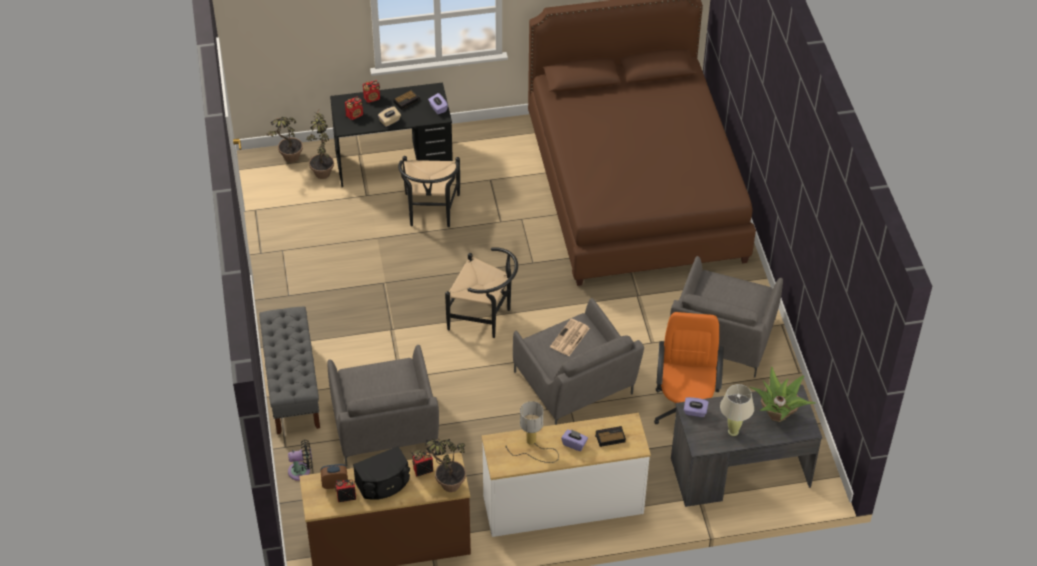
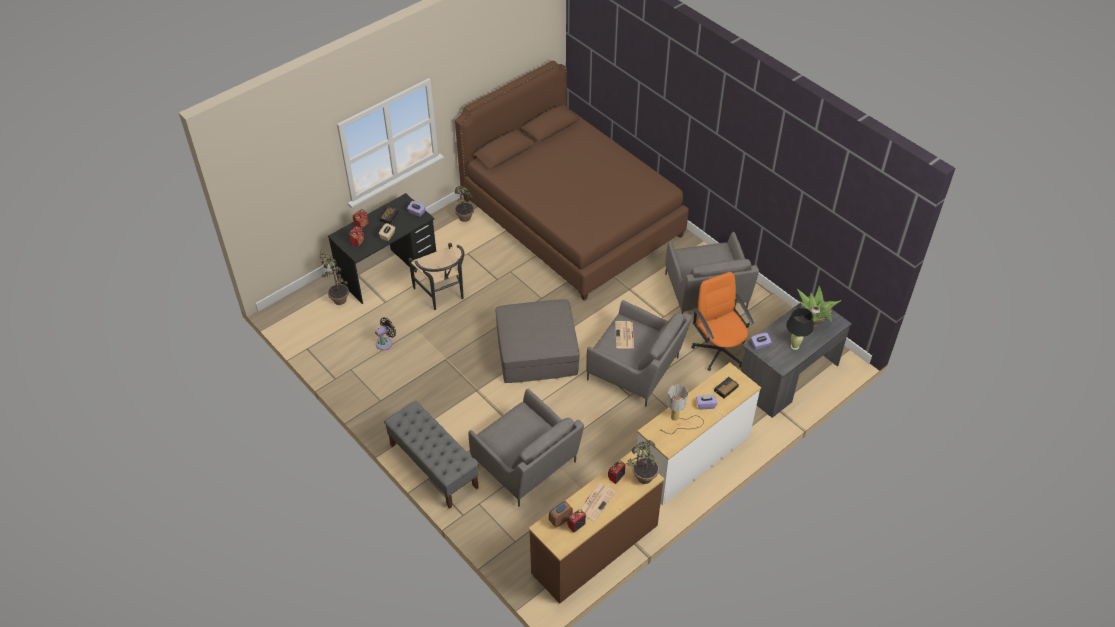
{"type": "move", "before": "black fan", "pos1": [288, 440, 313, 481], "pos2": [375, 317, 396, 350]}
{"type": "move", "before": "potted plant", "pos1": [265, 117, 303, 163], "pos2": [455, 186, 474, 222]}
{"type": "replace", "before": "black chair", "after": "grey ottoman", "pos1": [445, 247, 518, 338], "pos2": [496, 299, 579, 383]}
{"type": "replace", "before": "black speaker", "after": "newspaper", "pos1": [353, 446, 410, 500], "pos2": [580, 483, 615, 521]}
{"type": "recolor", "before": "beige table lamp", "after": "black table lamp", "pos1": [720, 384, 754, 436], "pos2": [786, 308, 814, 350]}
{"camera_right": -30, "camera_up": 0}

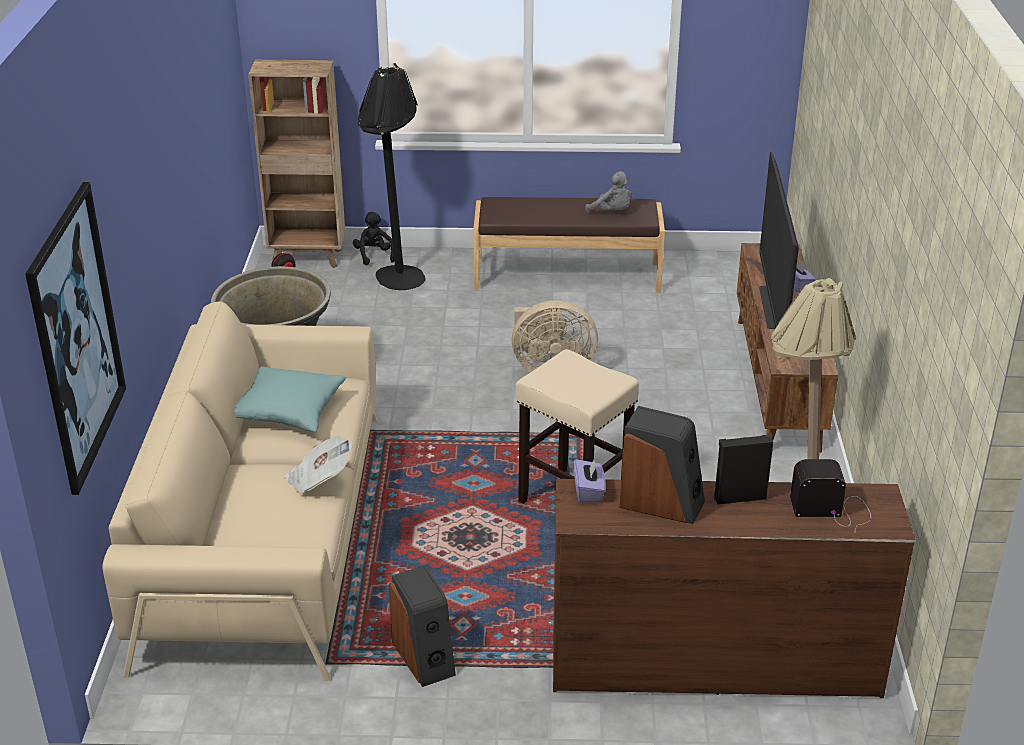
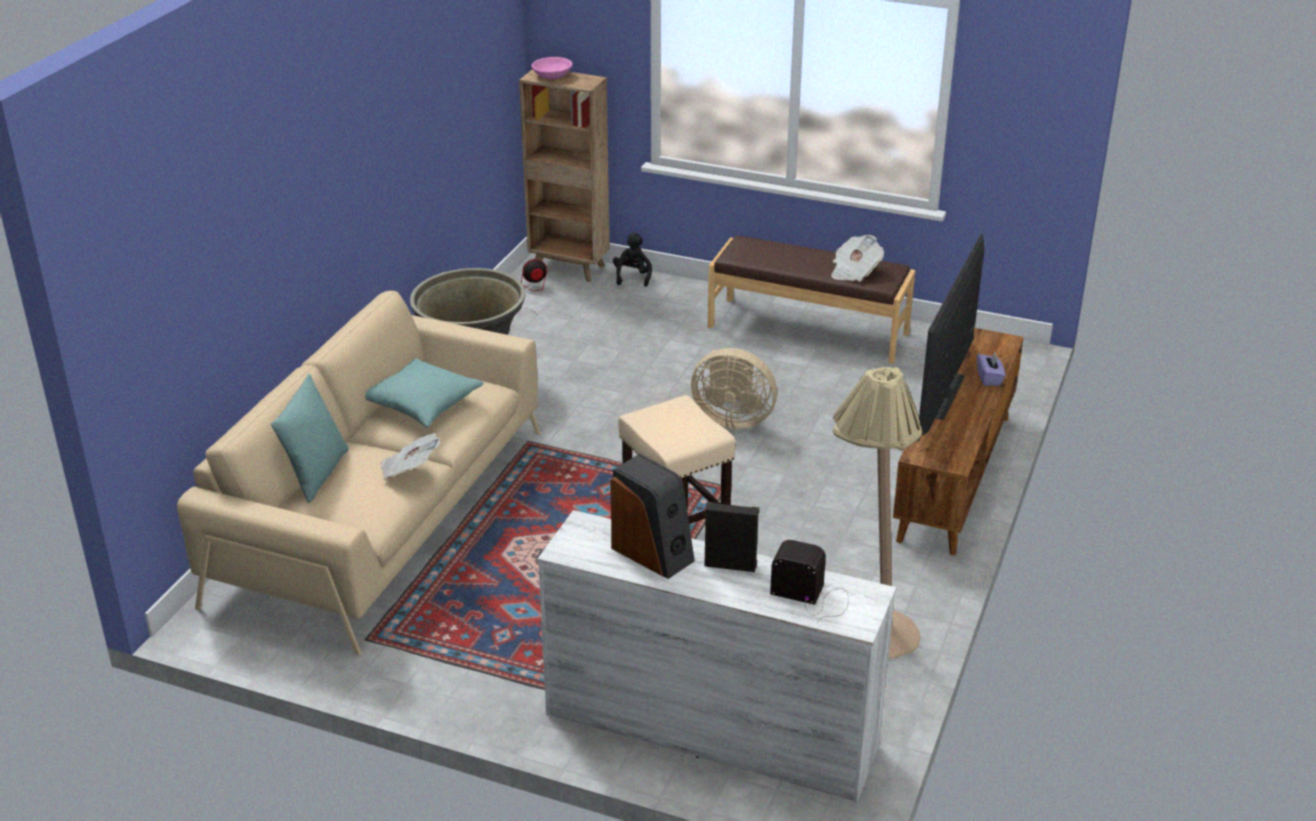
{"type": "insert", "after": "turquoise pillow", "pos2": [271, 374, 349, 503]}
{"type": "insert", "after": "pink bowl", "pos2": [531, 57, 573, 80]}
{"type": "recolor", "before": "brown dresser", "after": "white dresser", "pos1": [553, 479, 916, 698], "pos2": [538, 510, 897, 803]}
{"type": "replace", "before": "grey plush toy", "after": "newspaper", "pos1": [585, 171, 632, 213], "pos2": [831, 235, 884, 282]}
{"type": "delete", "before": "picture", "pos1": [25, 182, 126, 495]}
{"type": "delete", "before": "black floor lamp", "pos1": [358, 63, 426, 290]}
{"type": "delete", "before": "speaker", "pos1": [389, 565, 456, 687]}
{"type": "delete", "before": "purple tissue box", "pos1": [574, 458, 606, 503]}
{"camera_right": 20, "camera_up": 0}

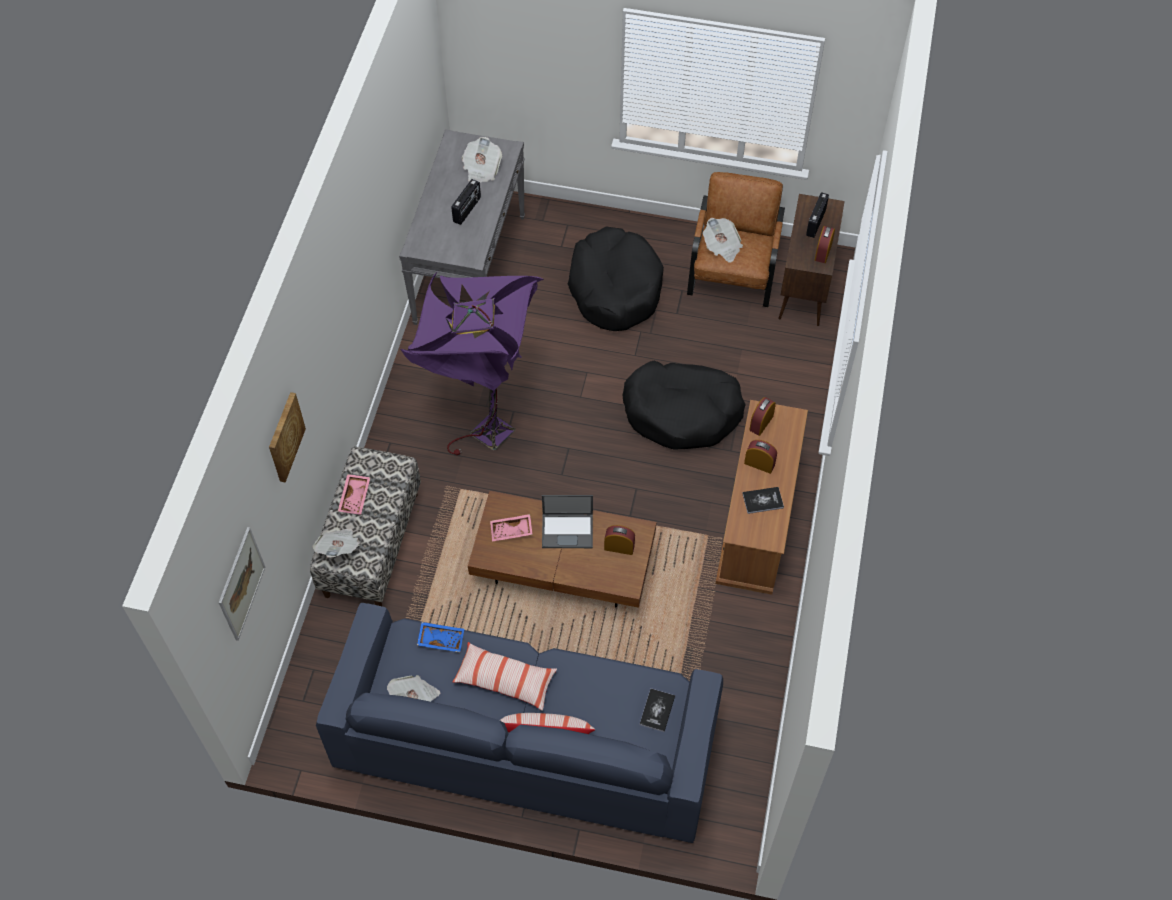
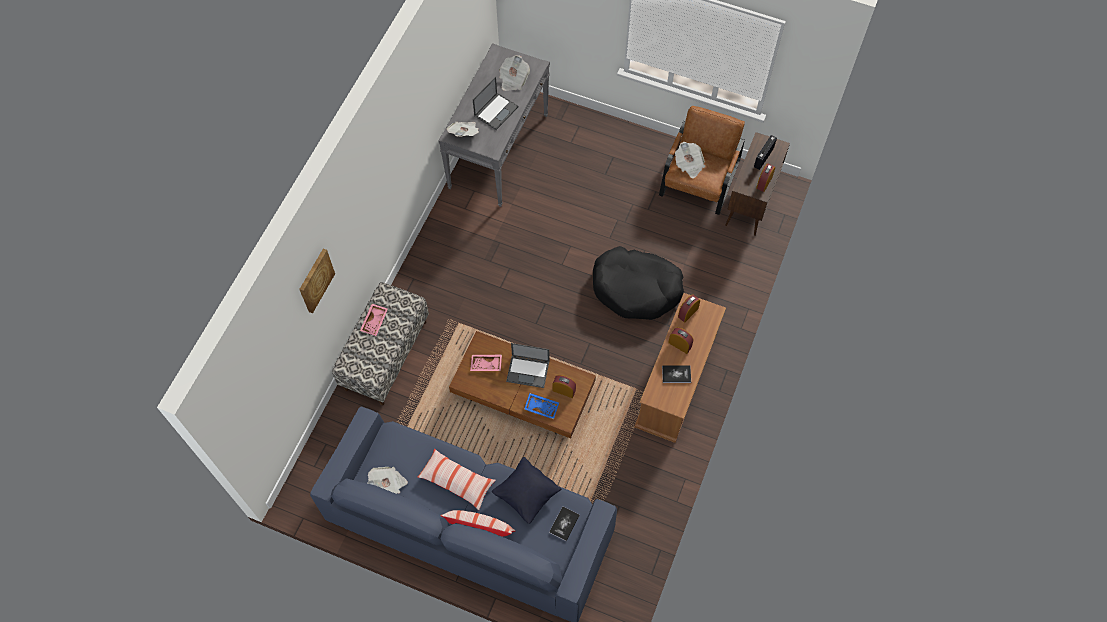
{"type": "move", "before": "newspaper", "pos1": [313, 528, 359, 558], "pos2": [447, 122, 479, 136]}
{"type": "replace", "before": "radio", "after": "laptop", "pos1": [452, 179, 481, 225], "pos2": [473, 77, 519, 130]}
{"type": "insert", "after": "black pillow", "pos2": [492, 457, 561, 524]}
{"type": "move", "before": "blue tray", "pos1": [417, 622, 464, 652], "pos2": [524, 393, 559, 419]}
{"type": "delete", "before": "picture", "pos1": [218, 527, 265, 641]}
{"type": "delete", "before": "purple floor lamp", "pos1": [400, 271, 544, 455]}
{"type": "delete", "before": "black dog bed", "pos1": [568, 226, 664, 331]}
{"camera_right": 10, "camera_up": 5}

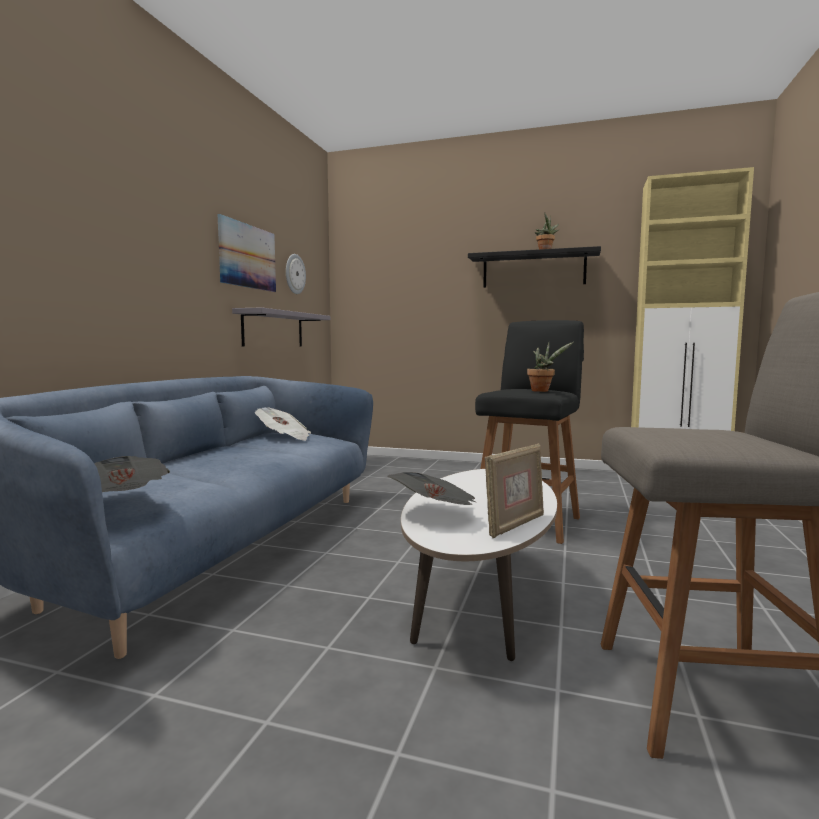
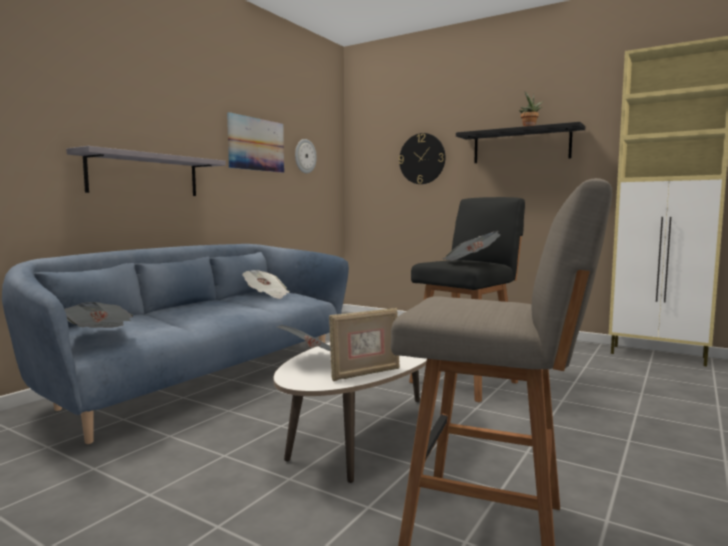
{"type": "move", "before": "grey shelf", "pos1": [232, 307, 330, 347], "pos2": [66, 146, 226, 196]}
{"type": "insert", "after": "wall clock", "pos2": [399, 133, 445, 184]}
{"type": "replace", "before": "potted plant", "after": "newspaper", "pos1": [527, 342, 574, 392], "pos2": [443, 231, 500, 261]}
{"camera_right": 15, "camera_up": 0}

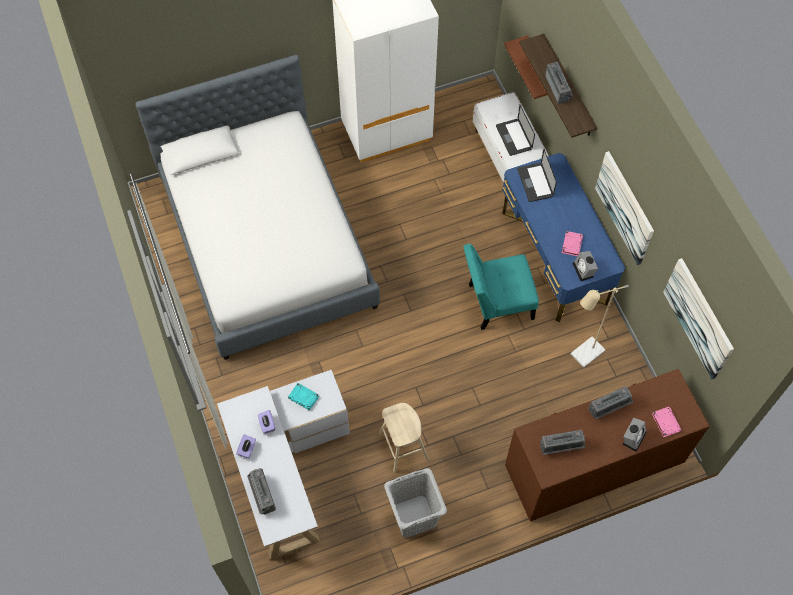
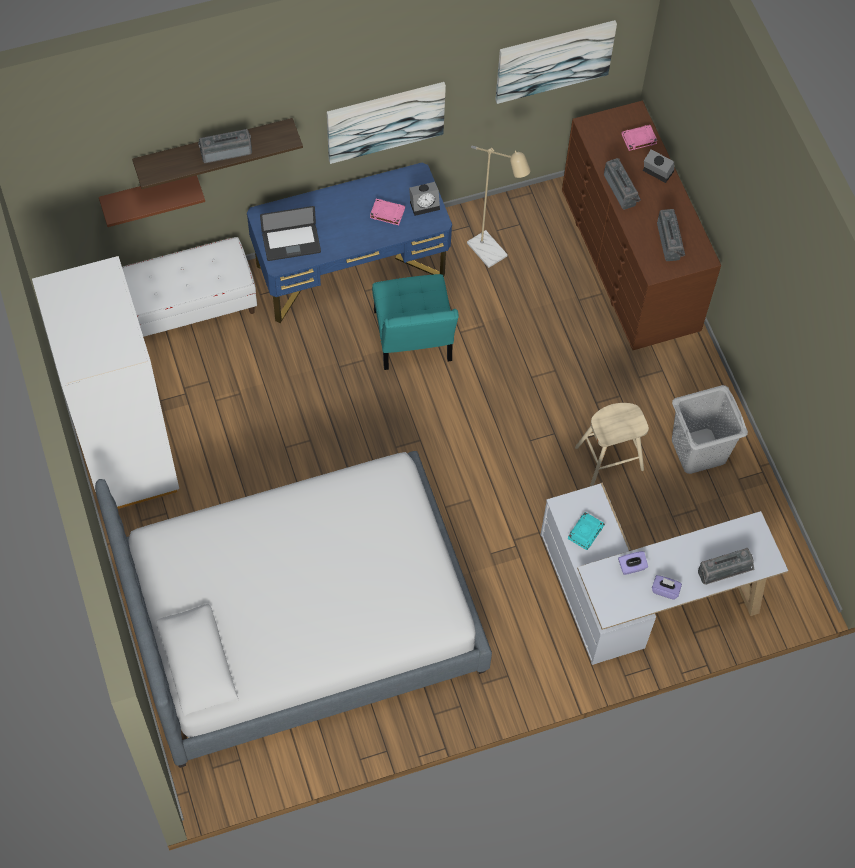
{"type": "delete", "before": "laptop", "pos1": [496, 105, 535, 156]}
{"camera_right": -90, "camera_up": 0}

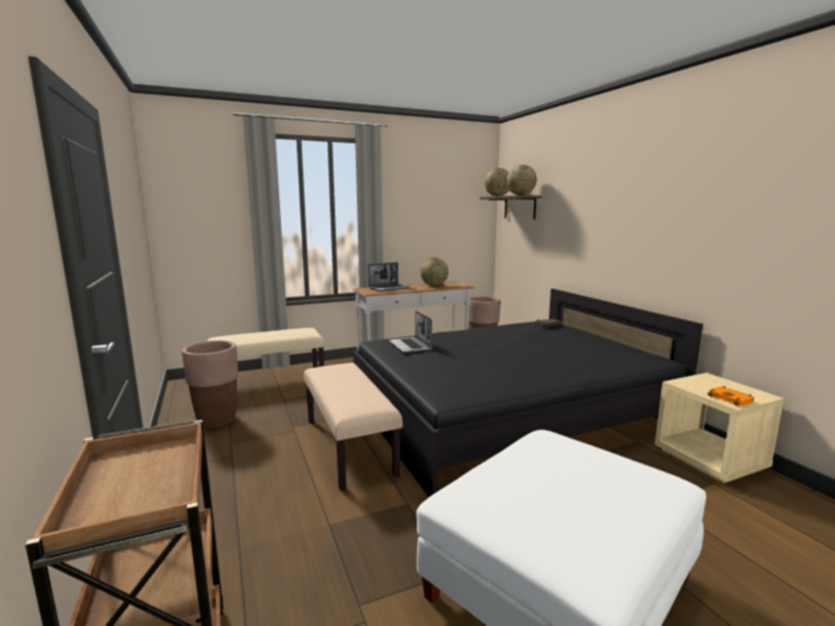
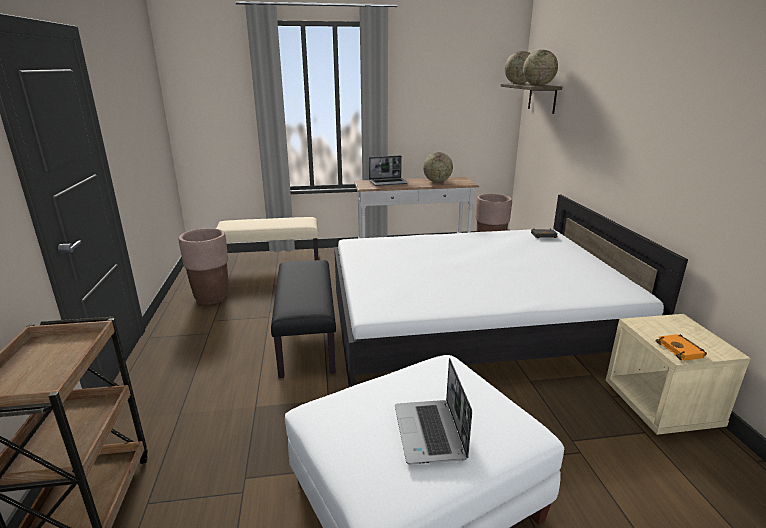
{"type": "recolor", "before": "beige bench", "after": "black bench", "pos1": [304, 363, 403, 490], "pos2": [271, 260, 336, 378]}
{"type": "recolor", "before": "black bed", "after": "white bed", "pos1": [353, 289, 703, 497], "pos2": [334, 195, 688, 387]}
{"type": "move", "before": "laptop", "pos1": [389, 311, 432, 353], "pos2": [395, 358, 472, 464]}
{"camera_right": 15, "camera_up": 10}

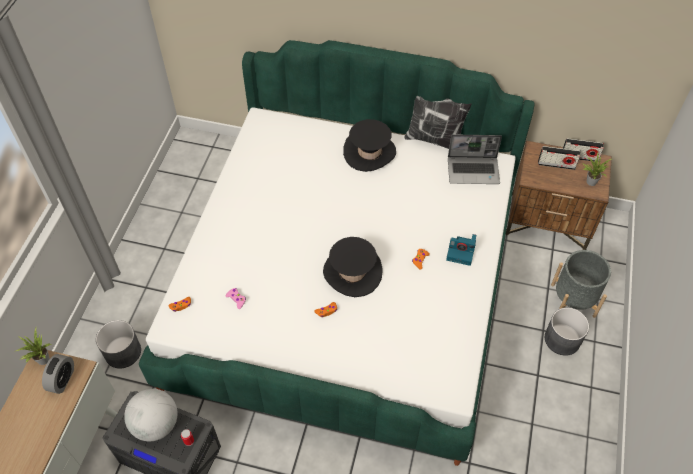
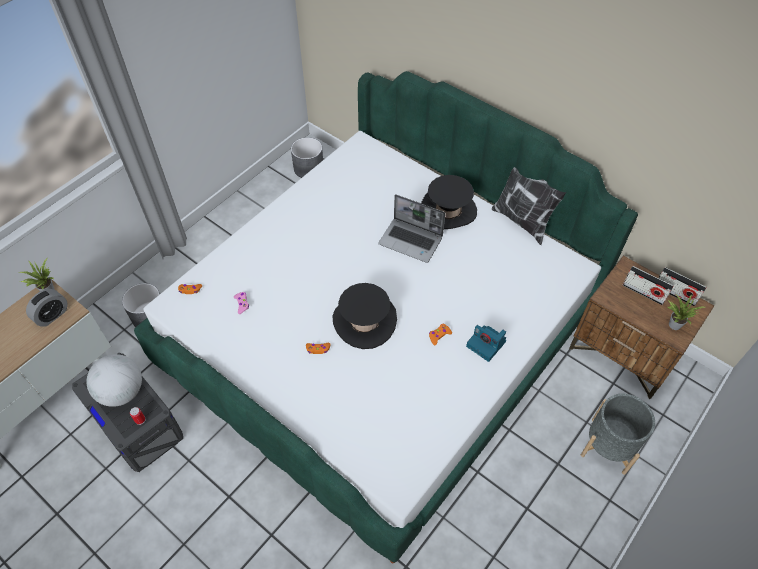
{"type": "move", "before": "grey planter", "pos1": [545, 308, 589, 356], "pos2": [291, 137, 323, 178]}
{"type": "move", "before": "laptop", "pos1": [448, 134, 502, 184], "pos2": [378, 194, 446, 263]}
{"camera_right": 25, "camera_up": 0}

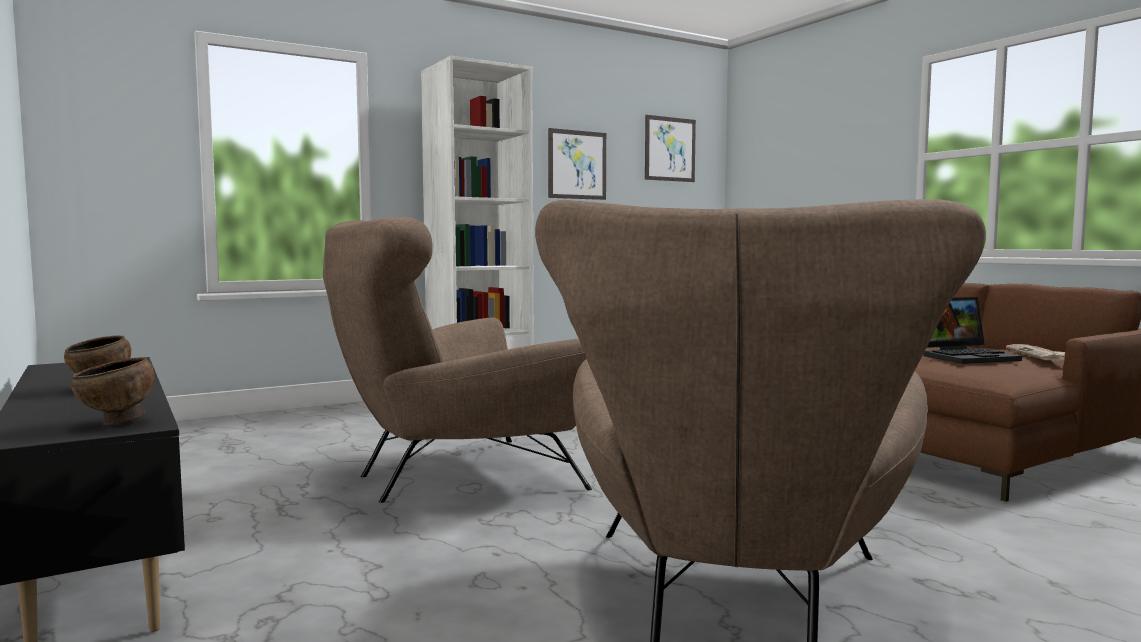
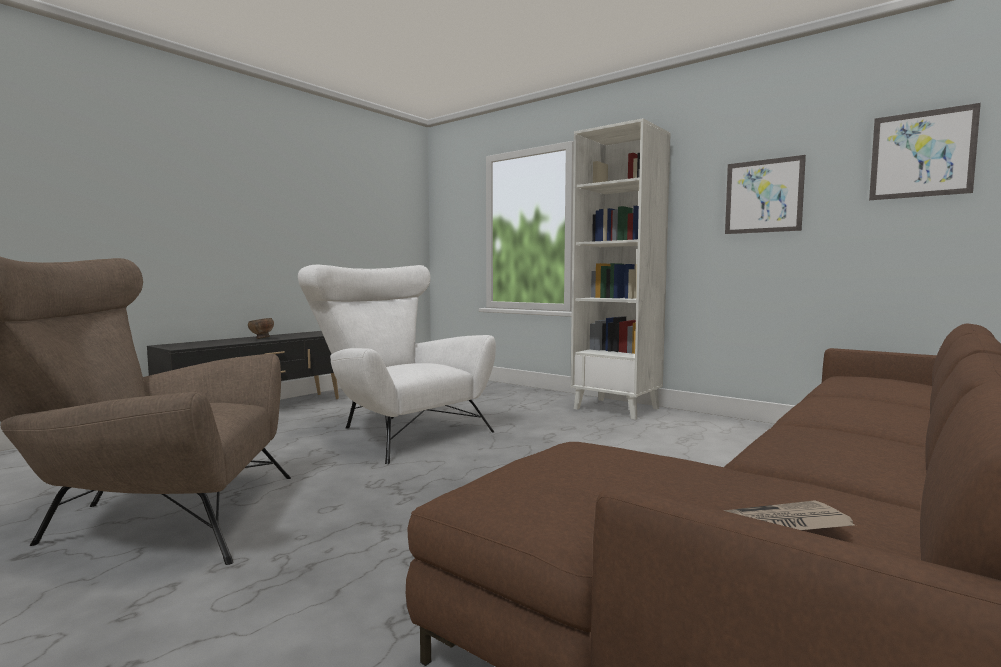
{"type": "recolor", "before": "brown armchair", "after": "white armchair", "pos1": [323, 217, 592, 503], "pos2": [298, 265, 496, 464]}
{"type": "delete", "before": "brown bowl", "pos1": [71, 357, 154, 425]}
{"type": "delete", "before": "laptop", "pos1": [923, 297, 1022, 364]}
{"camera_right": 70, "camera_up": 0}

